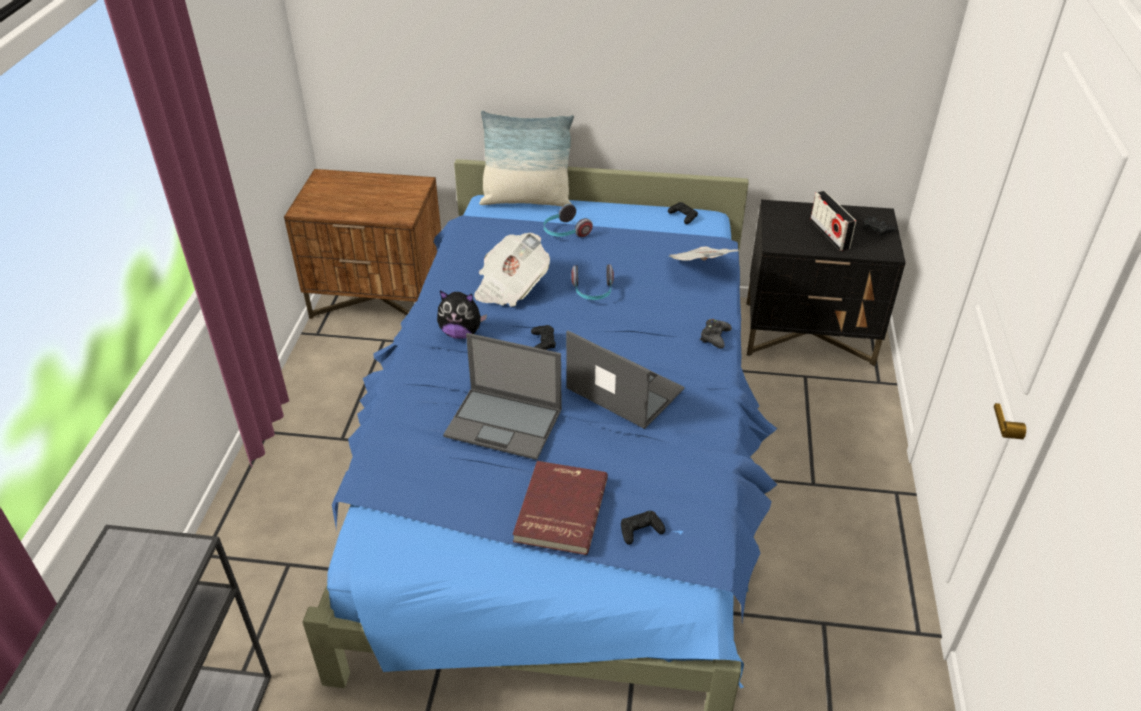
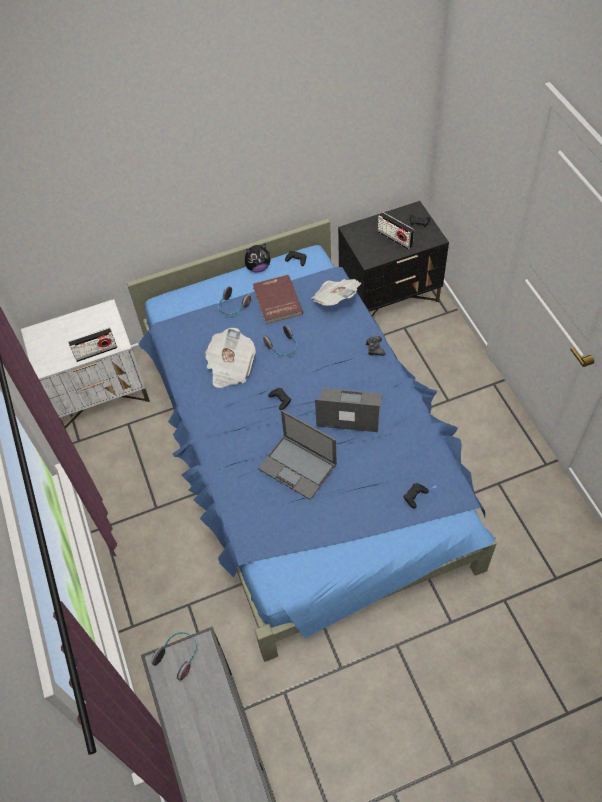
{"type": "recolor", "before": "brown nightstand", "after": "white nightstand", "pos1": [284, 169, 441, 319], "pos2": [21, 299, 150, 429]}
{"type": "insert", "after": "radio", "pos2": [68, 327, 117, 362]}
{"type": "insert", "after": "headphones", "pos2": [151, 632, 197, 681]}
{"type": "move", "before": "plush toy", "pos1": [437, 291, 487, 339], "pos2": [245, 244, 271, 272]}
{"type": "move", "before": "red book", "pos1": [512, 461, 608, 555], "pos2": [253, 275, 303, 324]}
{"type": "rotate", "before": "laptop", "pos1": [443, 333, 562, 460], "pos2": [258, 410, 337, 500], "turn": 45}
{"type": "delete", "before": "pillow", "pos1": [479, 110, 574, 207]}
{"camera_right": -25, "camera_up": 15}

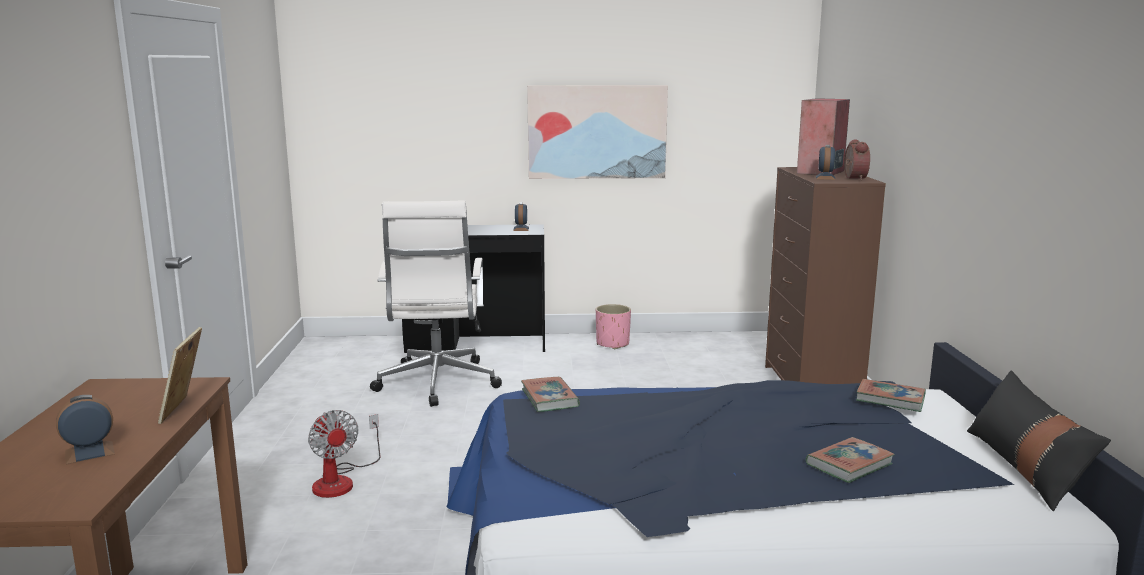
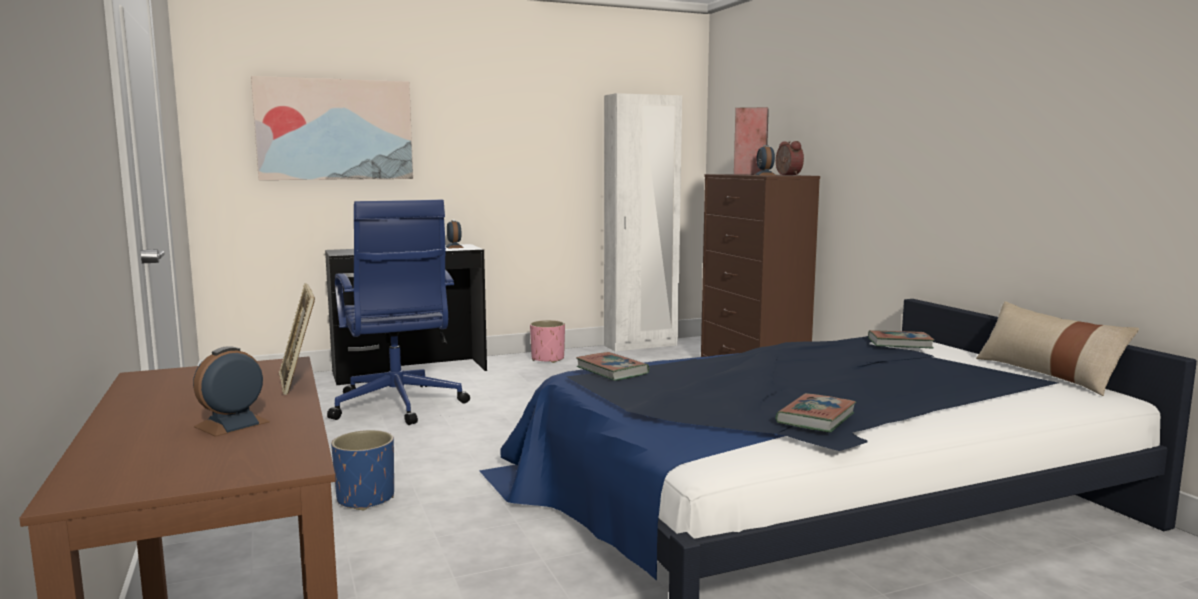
{"type": "move", "before": "picture", "pos1": [527, 85, 668, 179], "pos2": [251, 76, 413, 180]}
{"type": "recolor", "before": "white office chair", "after": "blue office chair", "pos1": [370, 201, 502, 407], "pos2": [327, 200, 470, 425]}
{"type": "replace", "before": "fan", "after": "blue planter", "pos1": [308, 410, 380, 498], "pos2": [331, 430, 394, 510]}
{"type": "insert", "after": "white wardrobe", "pos2": [604, 93, 682, 352]}
{"type": "move", "before": "book", "pos1": [806, 437, 895, 483], "pos2": [775, 393, 856, 432]}
{"type": "recolor", "before": "black pillow", "after": "beige pillow", "pos1": [967, 371, 1111, 511], "pos2": [976, 301, 1139, 396]}
{"camera_right": -20, "camera_up": -5}

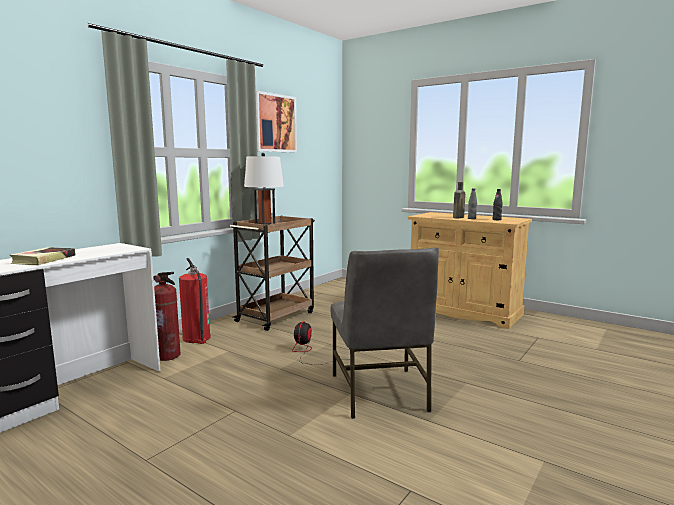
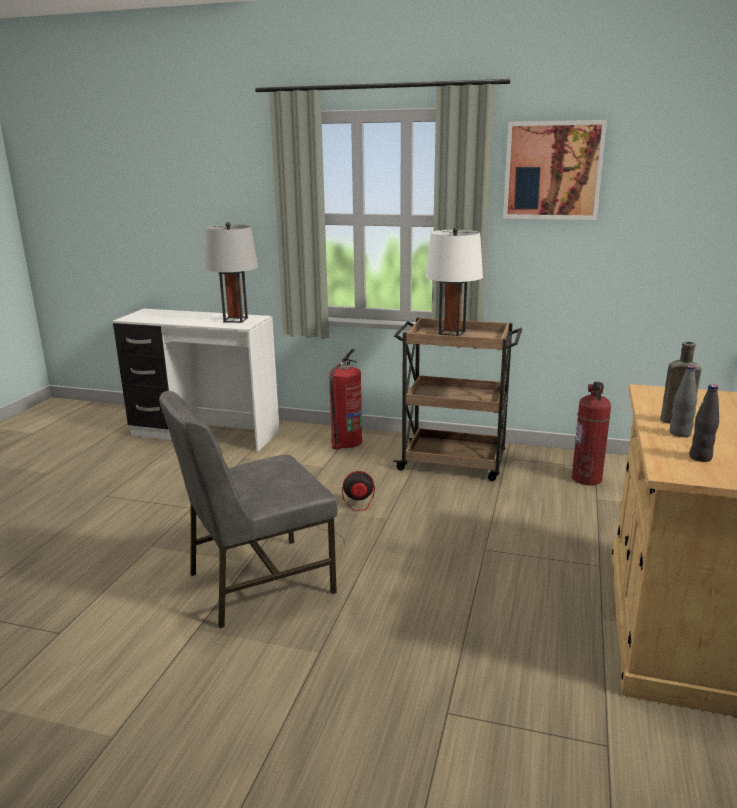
{"type": "insert", "after": "grey table lamp", "pos2": [205, 222, 258, 323]}
{"type": "move", "before": "fire extinguisher", "pos1": [153, 272, 180, 361], "pos2": [572, 382, 611, 485]}
{"type": "delete", "before": "book", "pos1": [10, 247, 75, 265]}
{"camera_right": 70, "camera_up": 10}

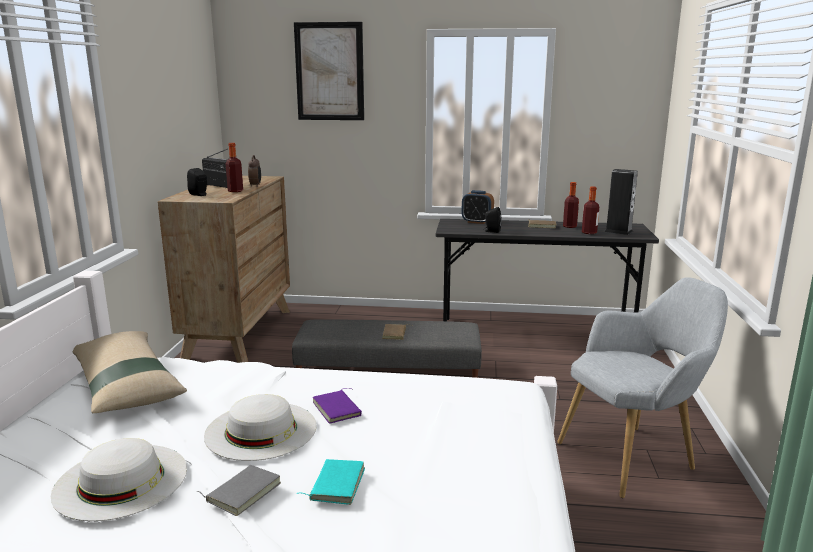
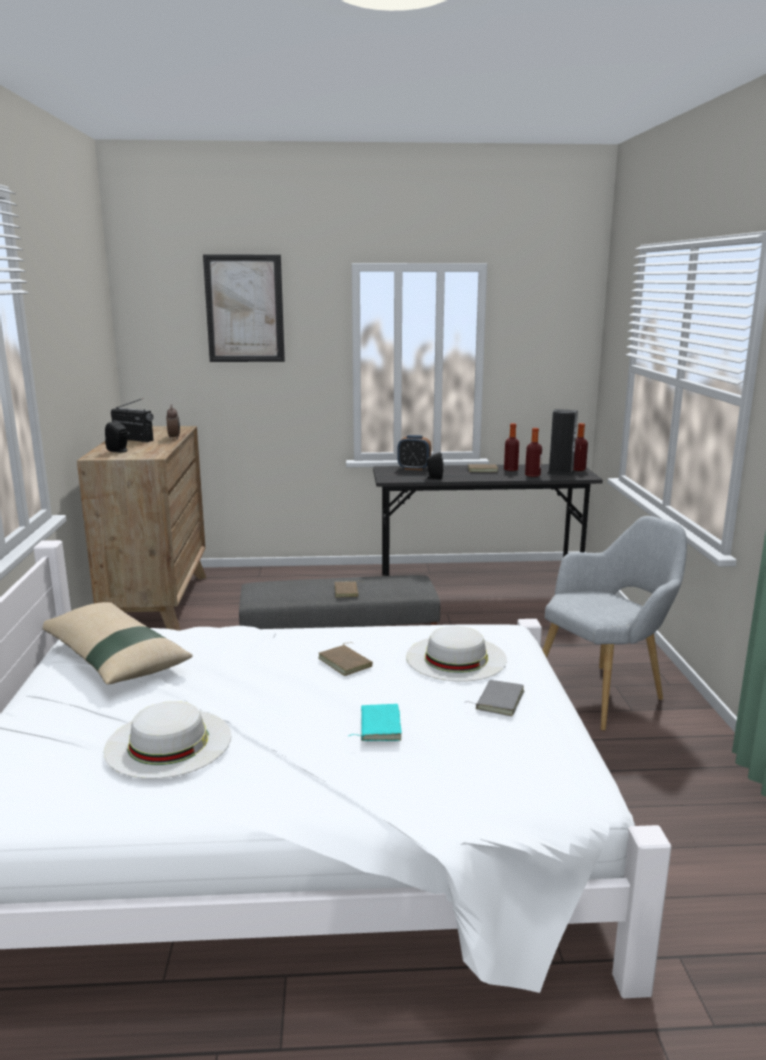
{"type": "recolor", "before": "purple book", "after": "brown book", "pos1": [313, 388, 362, 424], "pos2": [319, 643, 373, 676]}
{"type": "move", "before": "white hat", "pos1": [204, 394, 316, 461], "pos2": [406, 626, 507, 682]}
{"type": "move", "before": "grey book", "pos1": [197, 465, 281, 516], "pos2": [466, 680, 524, 716]}
{"type": "move", "before": "bottle", "pos1": [226, 143, 243, 192], "pos2": [574, 423, 588, 471]}
{"camera_right": -10, "camera_up": 0}

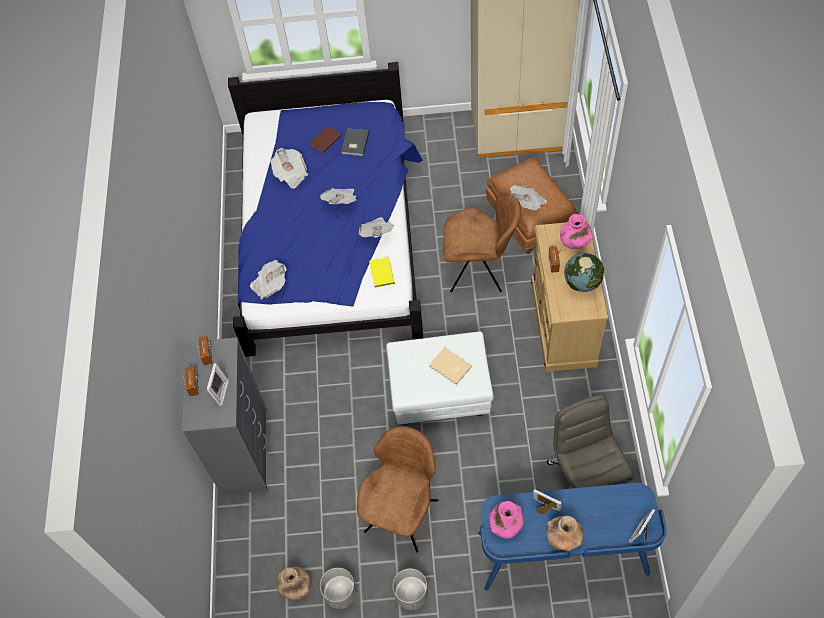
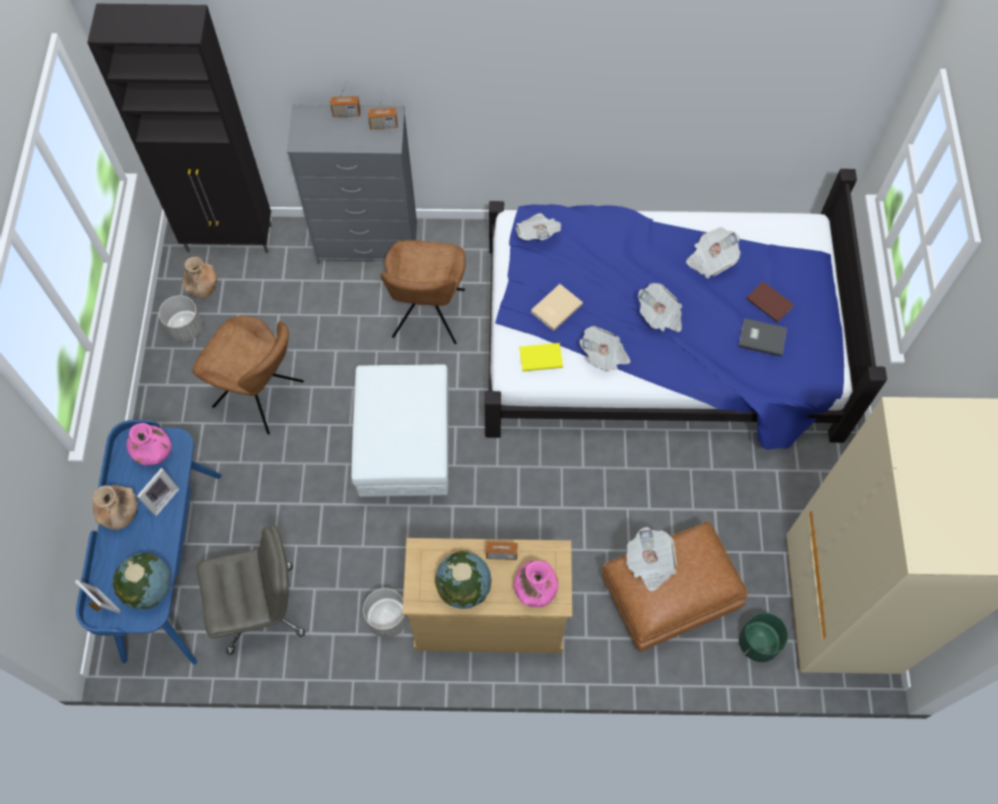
{"type": "insert", "after": "black cabinet", "pos2": [87, 4, 272, 253]}
{"type": "insert", "after": "globe", "pos2": [113, 553, 171, 610]}
{"type": "move", "before": "grey planter", "pos1": [393, 569, 428, 610], "pos2": [363, 588, 408, 638]}
{"type": "move", "before": "brown chair", "pos1": [443, 195, 521, 292], "pos2": [381, 240, 466, 344]}
{"type": "move", "before": "beige book", "pos1": [429, 347, 472, 385], "pos2": [531, 284, 583, 331]}
{"type": "insert", "after": "green planter", "pos2": [739, 613, 788, 662]}
{"type": "delete", "before": "picture frame", "pos1": [207, 363, 229, 406]}
{"camera_right": 90, "camera_up": 5}

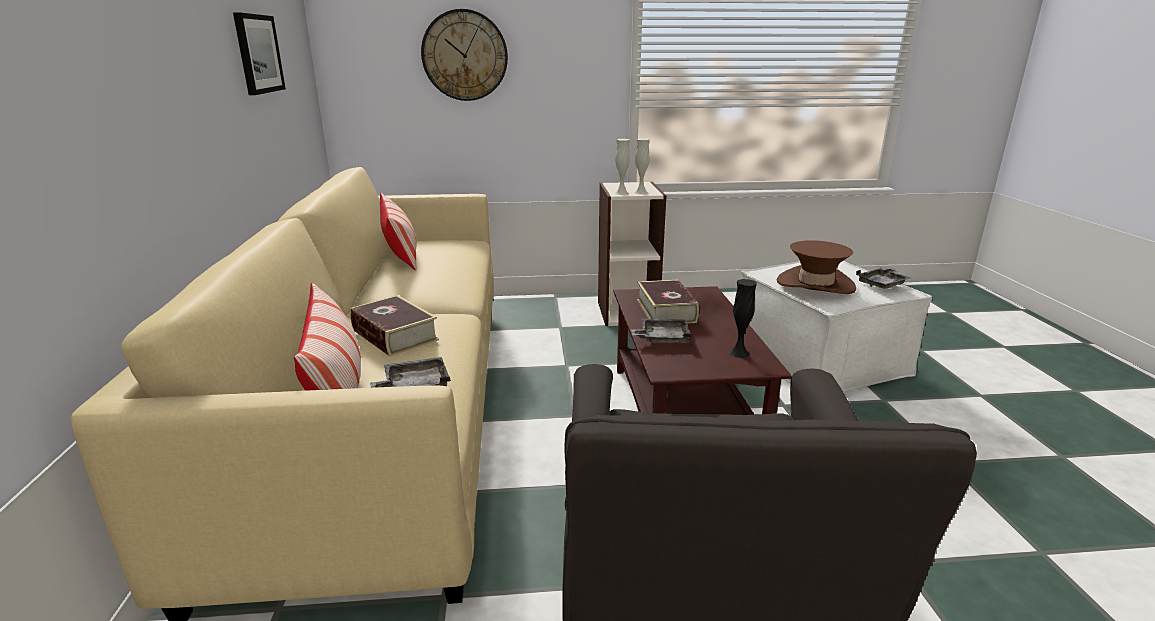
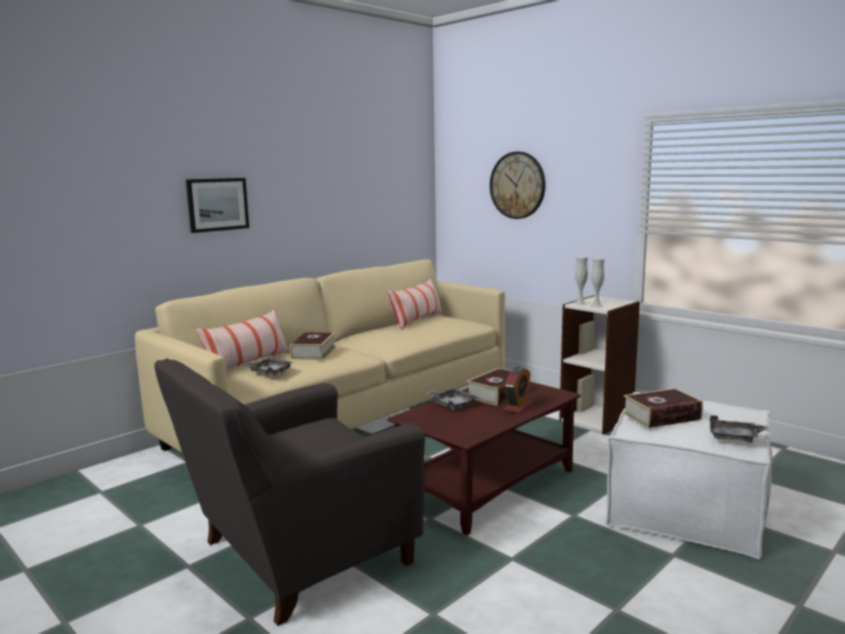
{"type": "move", "before": "picture", "pos1": [233, 12, 286, 95], "pos2": [186, 178, 249, 233]}
{"type": "insert", "after": "alarm clock", "pos2": [503, 366, 532, 414]}
{"type": "replace", "before": "brown hat", "after": "book", "pos1": [777, 240, 856, 294], "pos2": [623, 388, 703, 428]}
{"type": "delete", "before": "black vase", "pos1": [728, 279, 757, 358]}
{"camera_right": 50, "camera_up": -10}

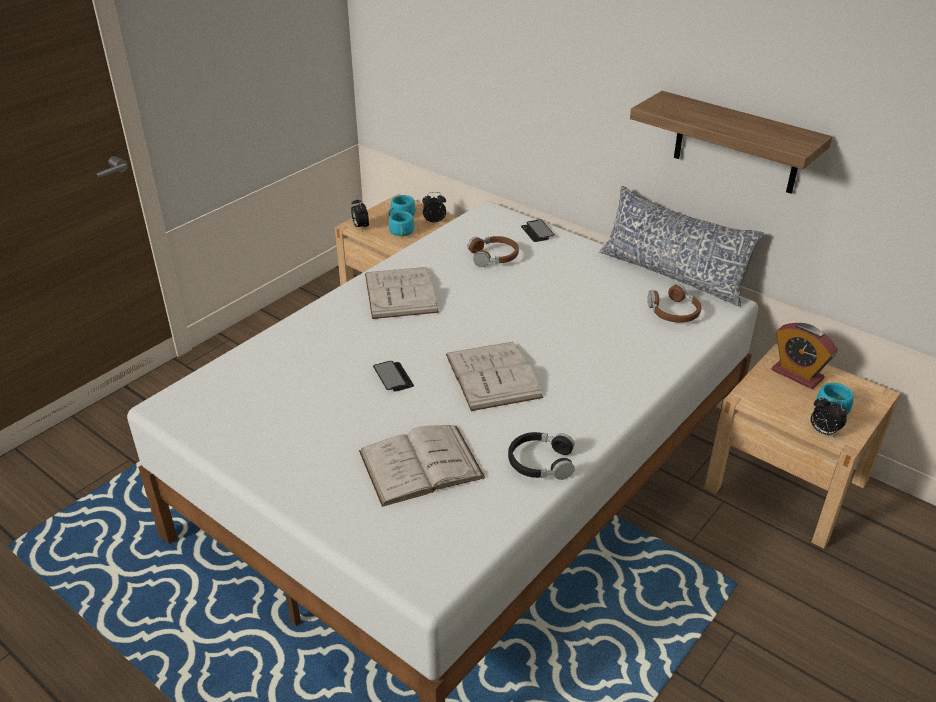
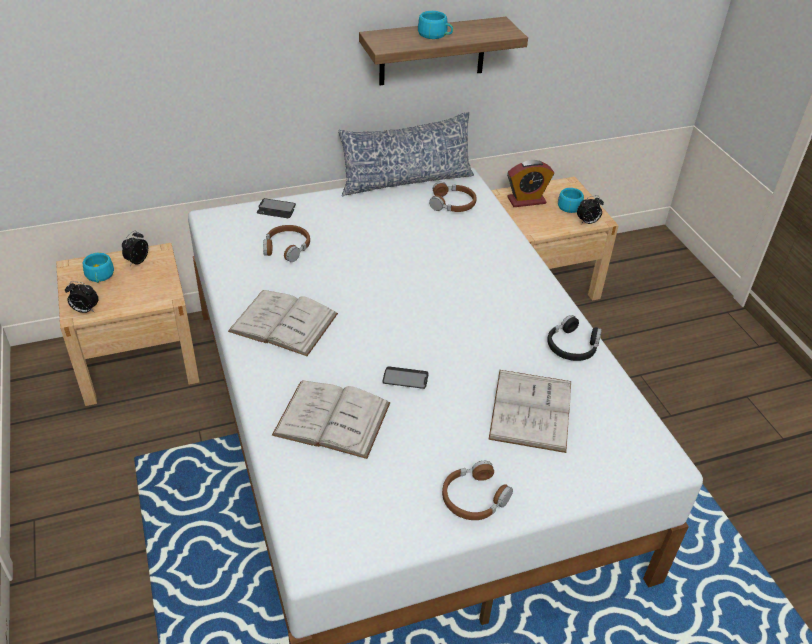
{"type": "move", "before": "white book", "pos1": [446, 342, 543, 411], "pos2": [272, 381, 390, 459]}
{"type": "move", "before": "turquoise cup", "pos1": [389, 211, 415, 236], "pos2": [418, 11, 453, 39]}
{"type": "insert", "after": "brown headphones", "pos2": [442, 461, 513, 520]}
{"camera_right": -60, "camera_up": 5}

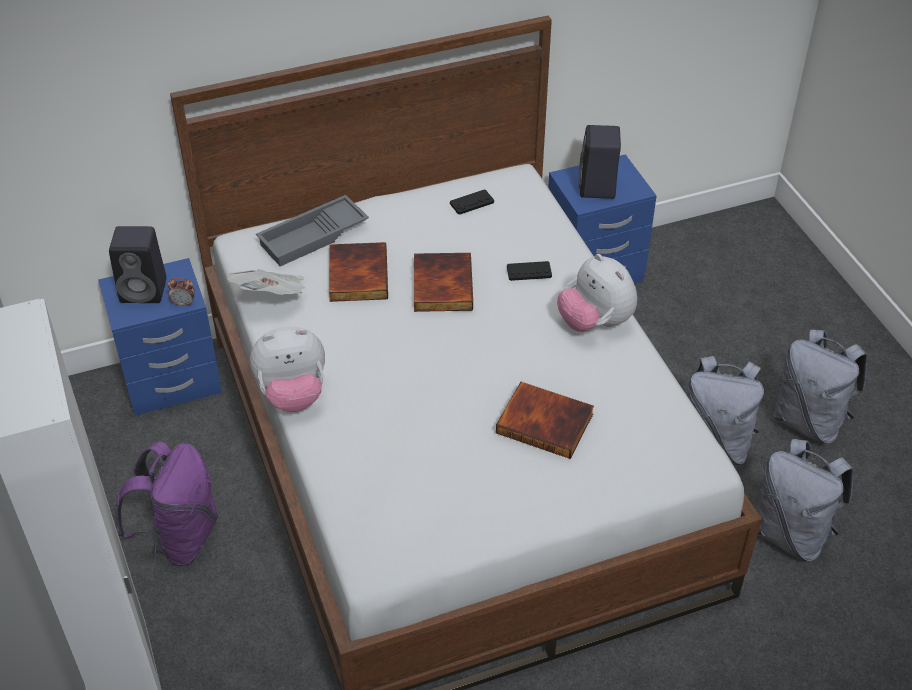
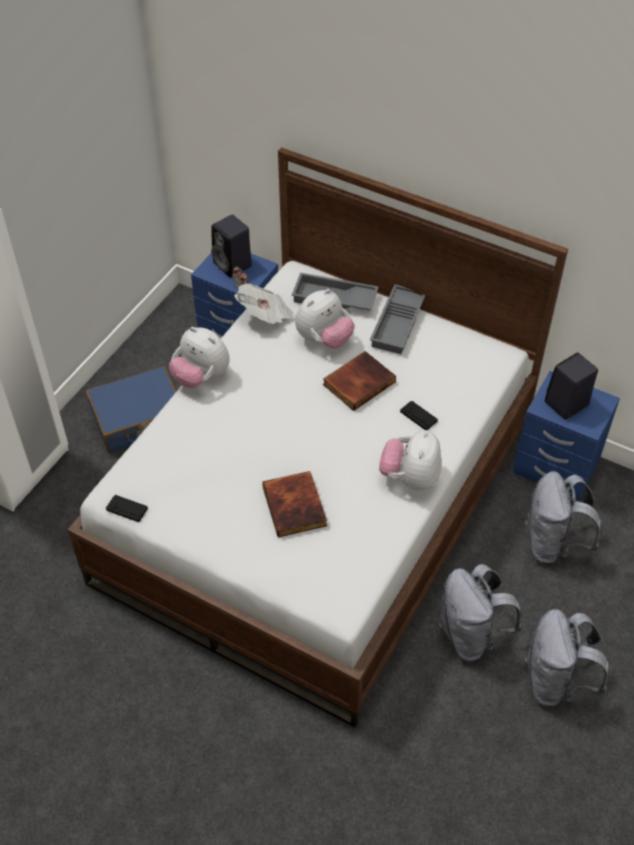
{"type": "replace", "before": "purple backpack", "after": "blue suitcase", "pos1": [116, 441, 218, 566], "pos2": [86, 366, 177, 453]}
{"type": "move", "before": "black game controller", "pos1": [450, 190, 494, 215], "pos2": [106, 495, 148, 522]}
{"type": "replace", "before": "book", "after": "plush toy", "pos1": [329, 242, 388, 302], "pos2": [295, 289, 355, 348]}
{"type": "insert", "after": "grey tray", "pos2": [370, 284, 425, 354]}
{"type": "move", "before": "grey backpack", "pos1": [756, 439, 853, 561], "pos2": [525, 471, 602, 564]}
{"camera_right": 50, "camera_up": 5}

